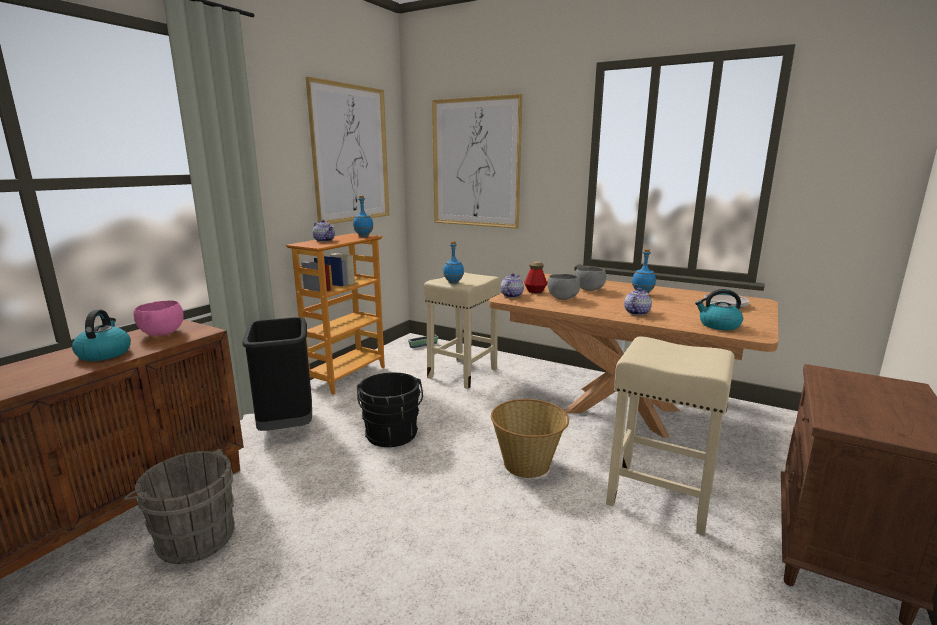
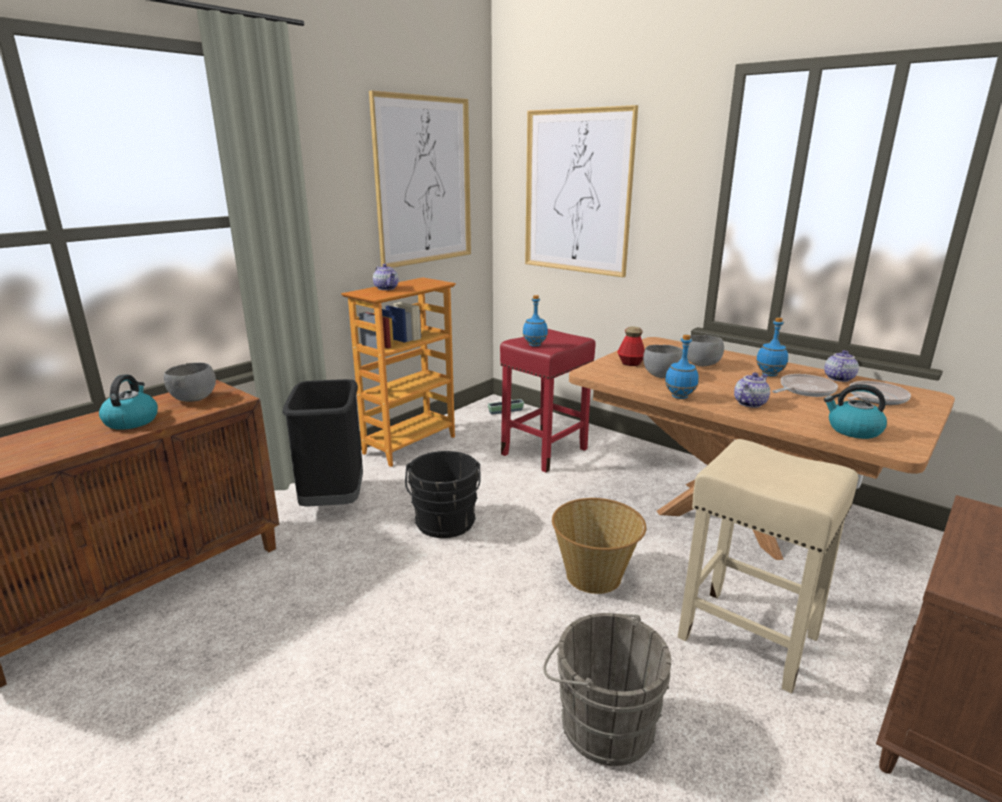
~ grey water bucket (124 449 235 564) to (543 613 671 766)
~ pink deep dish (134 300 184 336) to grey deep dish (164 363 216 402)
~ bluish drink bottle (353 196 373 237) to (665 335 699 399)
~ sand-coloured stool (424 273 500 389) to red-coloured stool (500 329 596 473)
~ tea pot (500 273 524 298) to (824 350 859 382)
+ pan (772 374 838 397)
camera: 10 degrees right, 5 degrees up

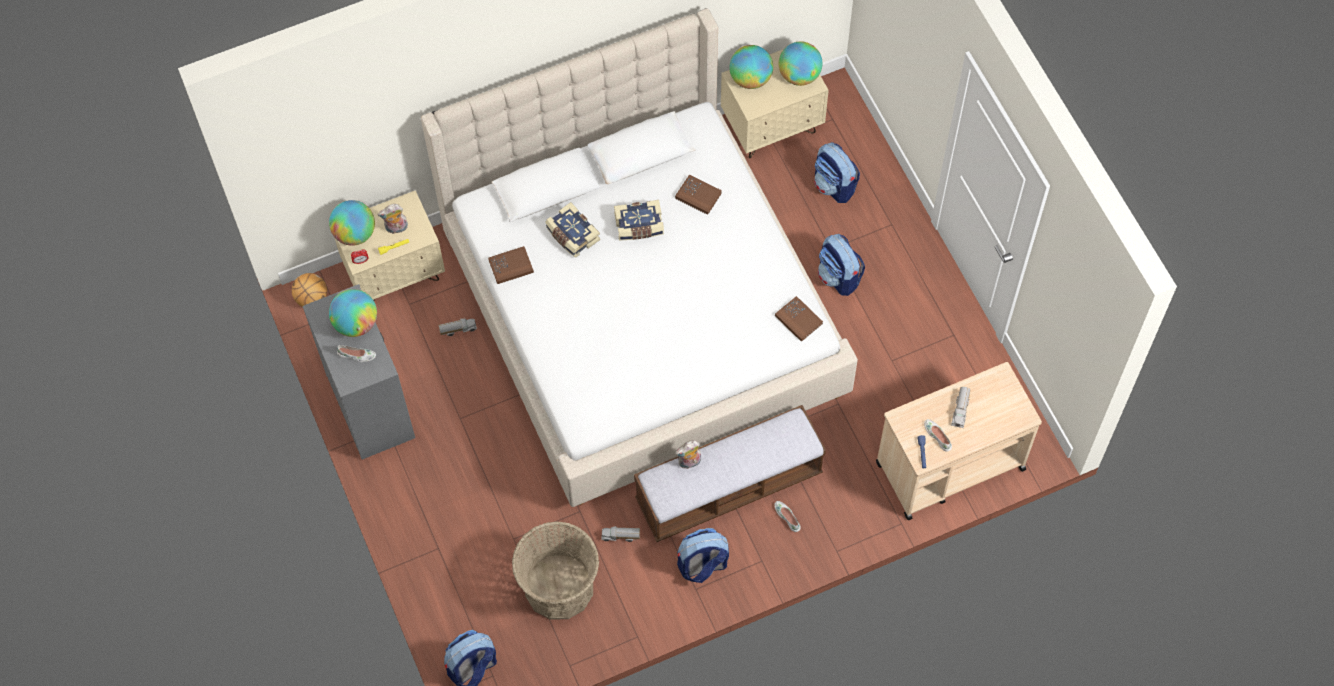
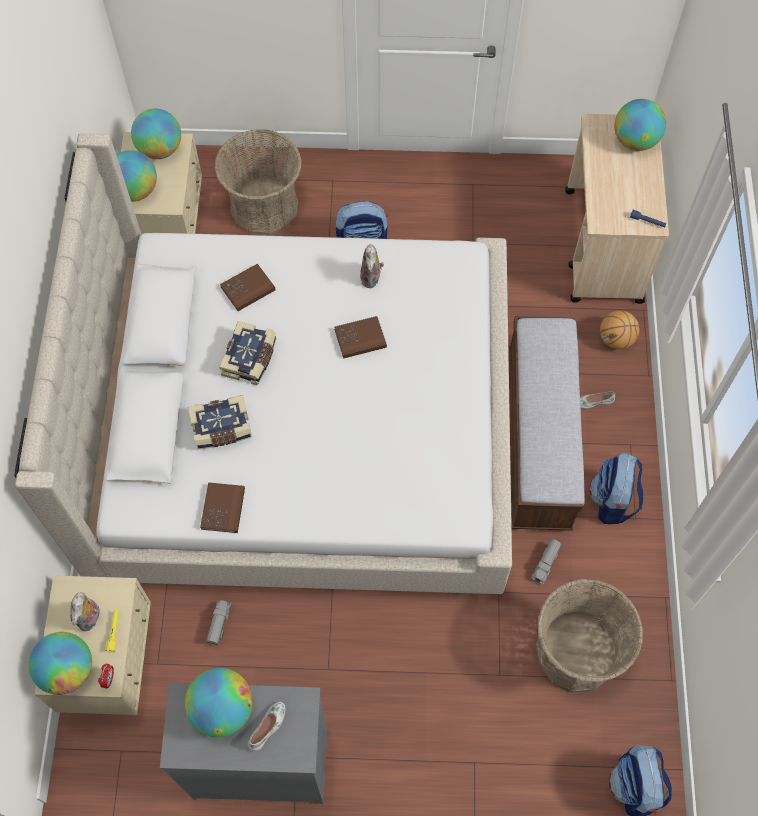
~ ball for basketball (292 273 327 307) to (600 310 639 349)
~ soft toy (675 440 701 469) to (360 244 384 288)
~ brown-coloured bound book (775 296 823 342) to (334 316 387 359)
~ knapsack (814 142 860 203) to household basket (215 129 302 235)
- white item of footwear (924 419 952 452)
- model truck (951 387 970 428)
+ world globe (614 99 666 151)
camera: 65 degrees left, 0 degrees up

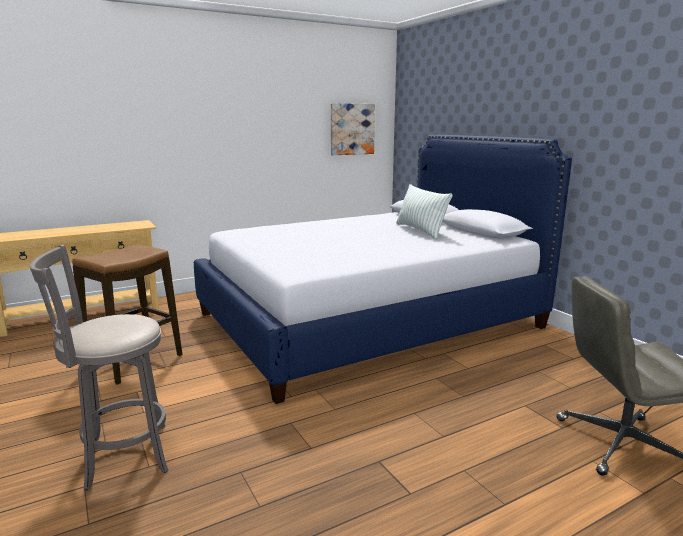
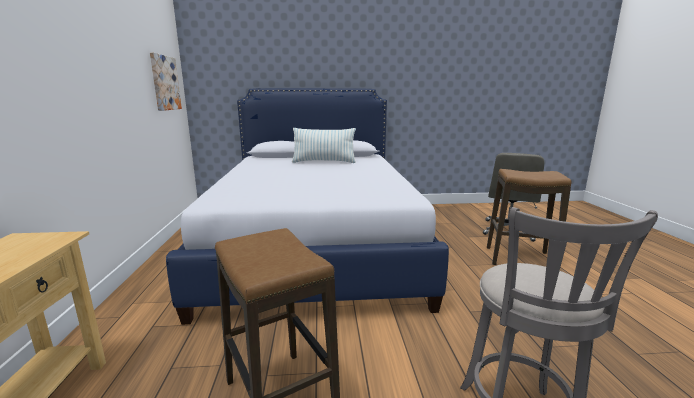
+ stool (487 169 572 265)
camera: 65 degrees left, 0 degrees up

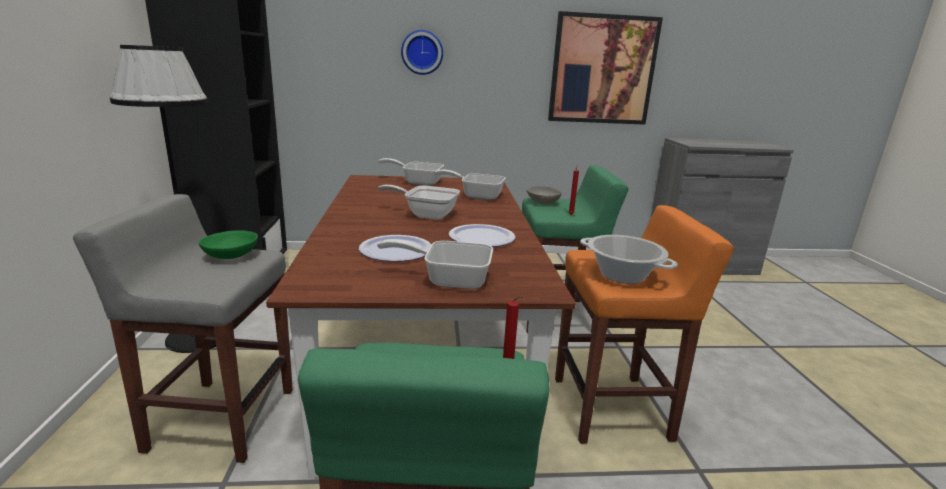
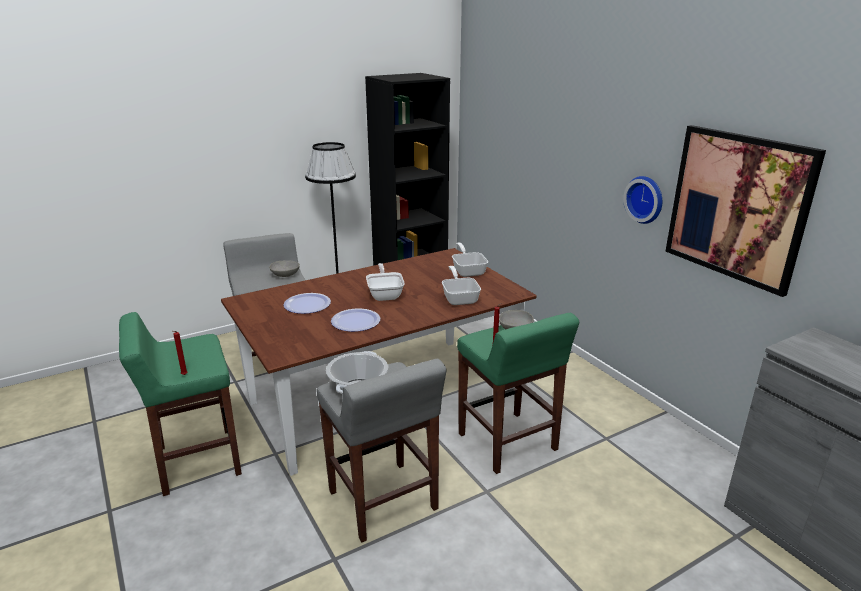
~ green deep dish (198 230 258 259) to grey deep dish (269 260 300 277)
- pan (377 239 493 289)
~ hanging clock (401 30 443 75) to (623 176 662 224)
~ orange-coloured stool (555 205 734 444) to grey stool (317 359 447 542)
camera: 65 degrees right, 5 degrees up

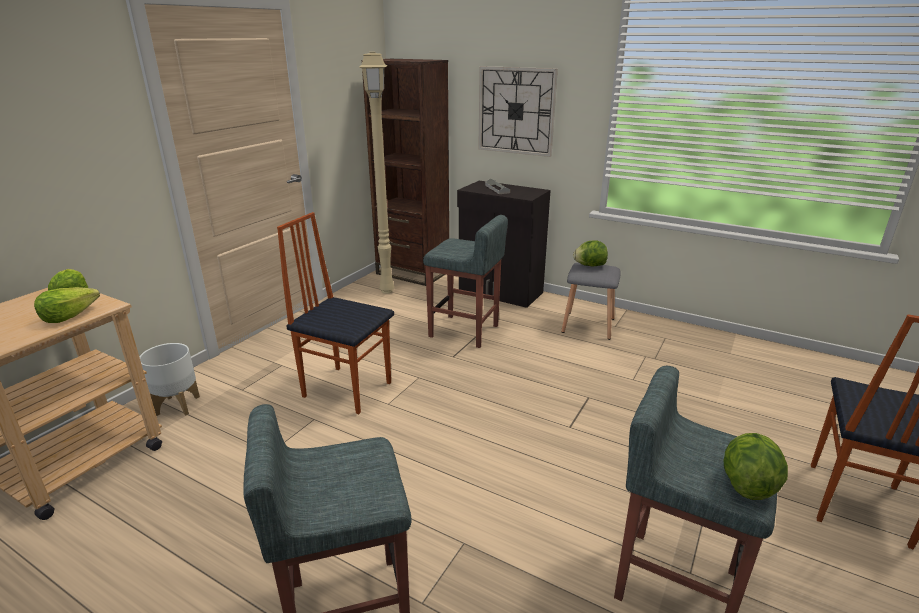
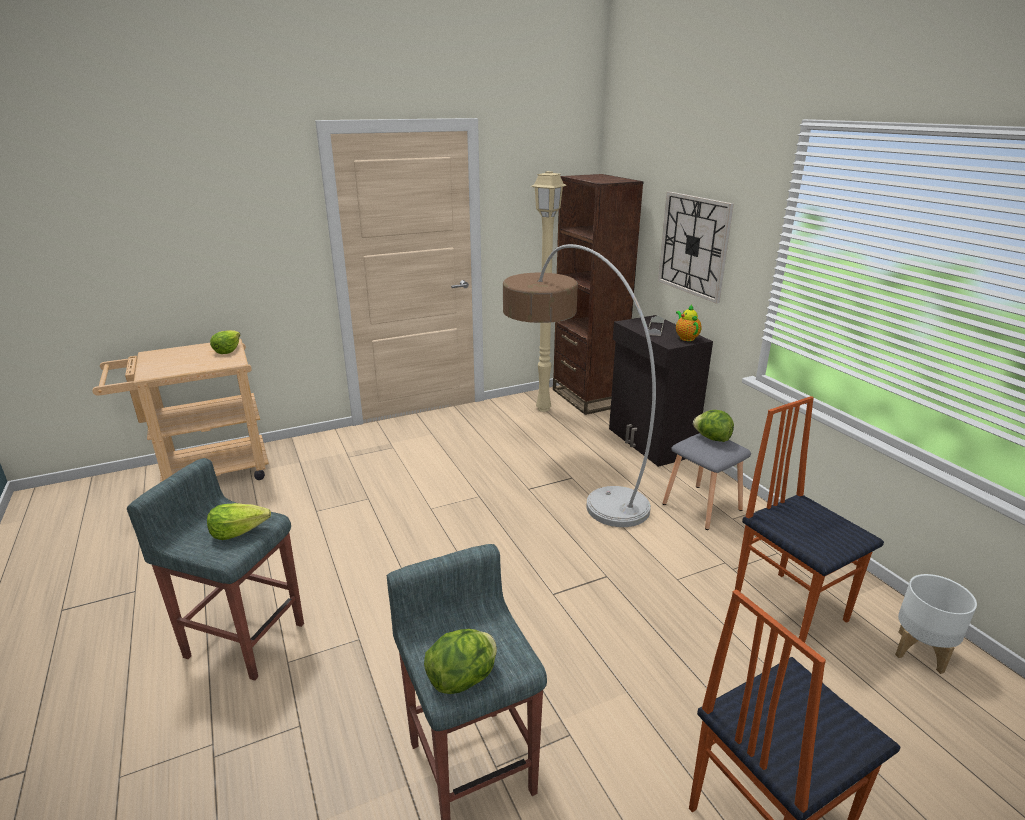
~ lettuce (34 287 100 323) to (207 503 271 540)
~ white flower pot (140 343 200 416) to (895 574 977 674)
~ upright chair (277 212 394 414) to (735 396 884 643)
~ grey stool (423 215 508 348) to floor lamp (503 244 656 527)
+ tea pot (676 305 702 341)
camera: 35 degrees right, 0 degrees up

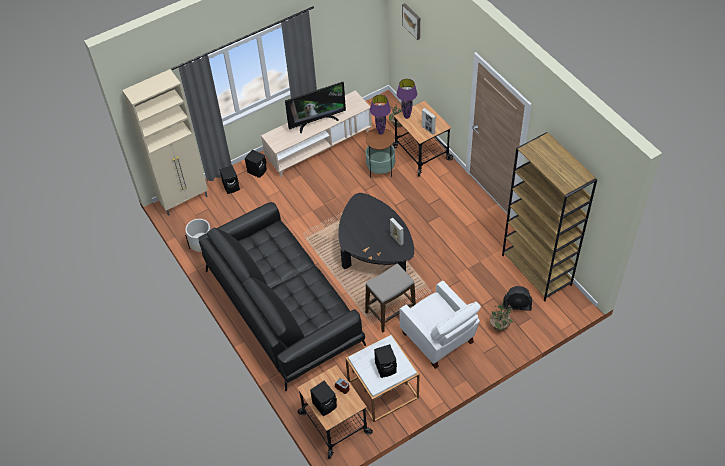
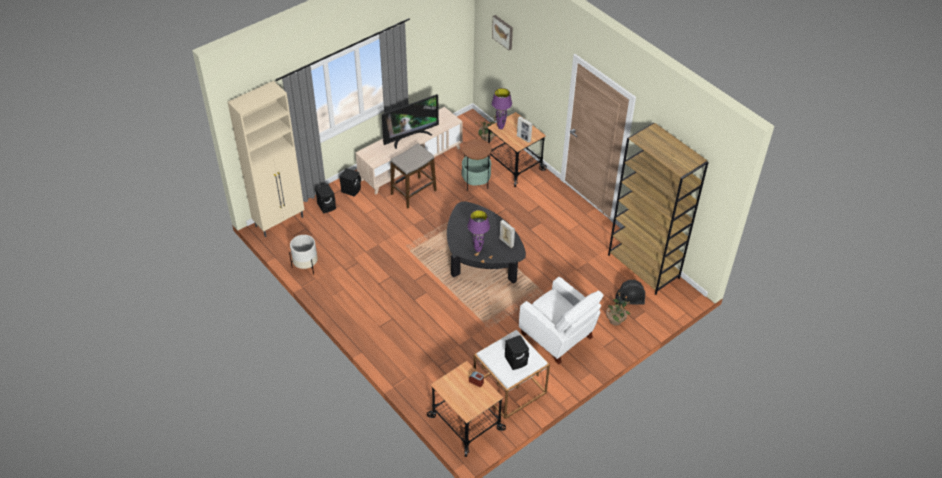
- black-coloured sofa (198 202 366 391)
- black-coloured speaker (310 381 337 416)
~ stool (365 264 416 333) to (391 143 437 208)
~ purple-coloured tabletop lamp (370 95 391 135) to (467 210 490 252)
camera: 10 degrees left, 5 degrees down

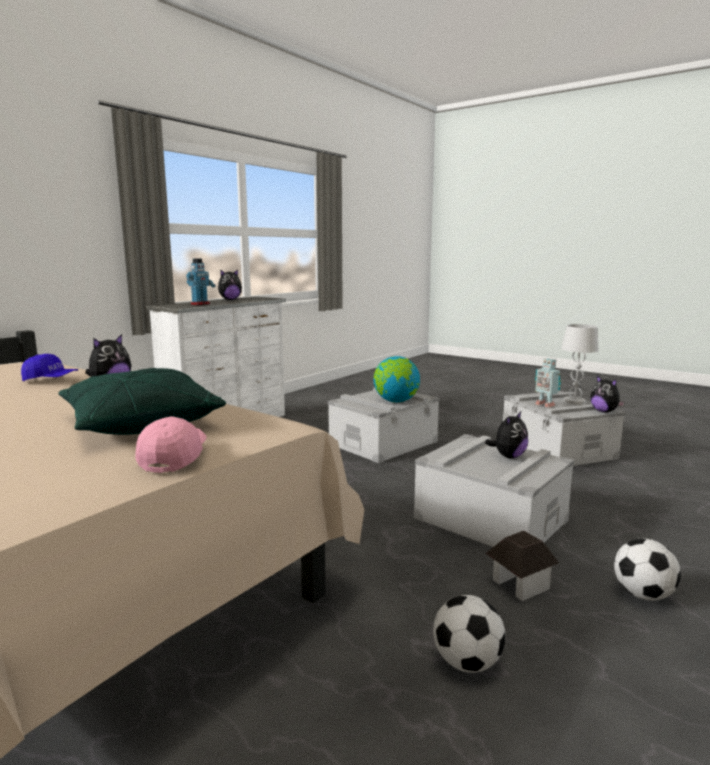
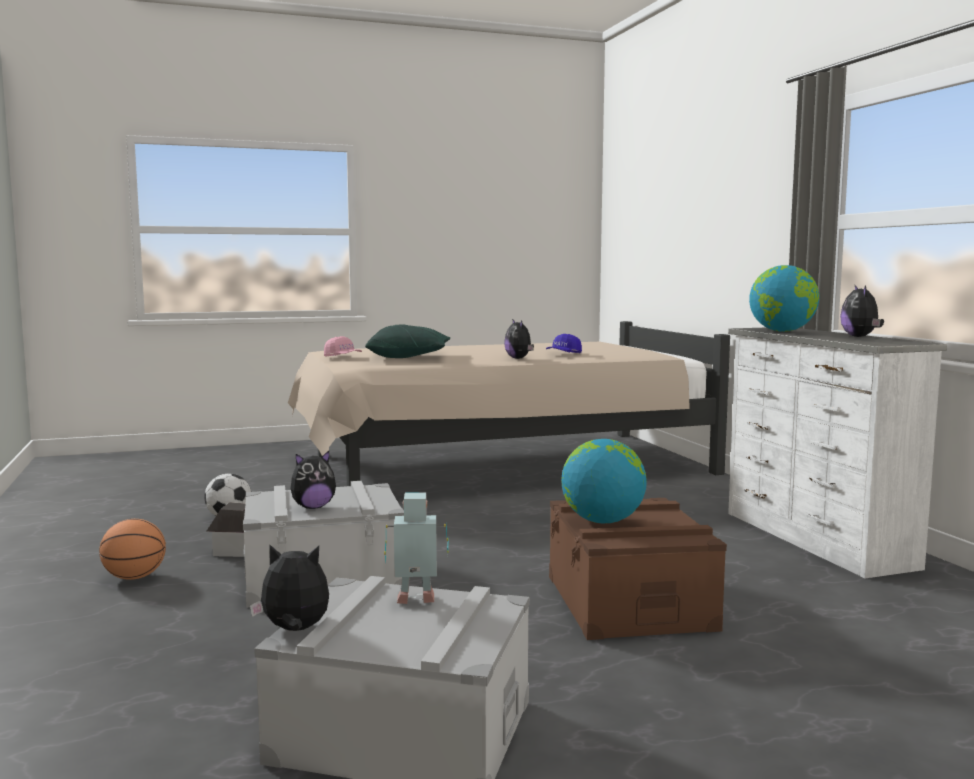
~ robot figure (186 258 216 305) to world globe (749 265 819 332)
~ grey storage box (328 387 439 463) to brown-coloured storage box (549 498 727 640)
~ soft toy (485 412 528 458) = (291 451 336 509) 105 degrees counterclockwise
- white tabletop lamp (561 324 599 404)
~ football ball (614 538 681 601) to ball for basketball (99 519 166 580)
camera: 125 degrees right, 5 degrees down

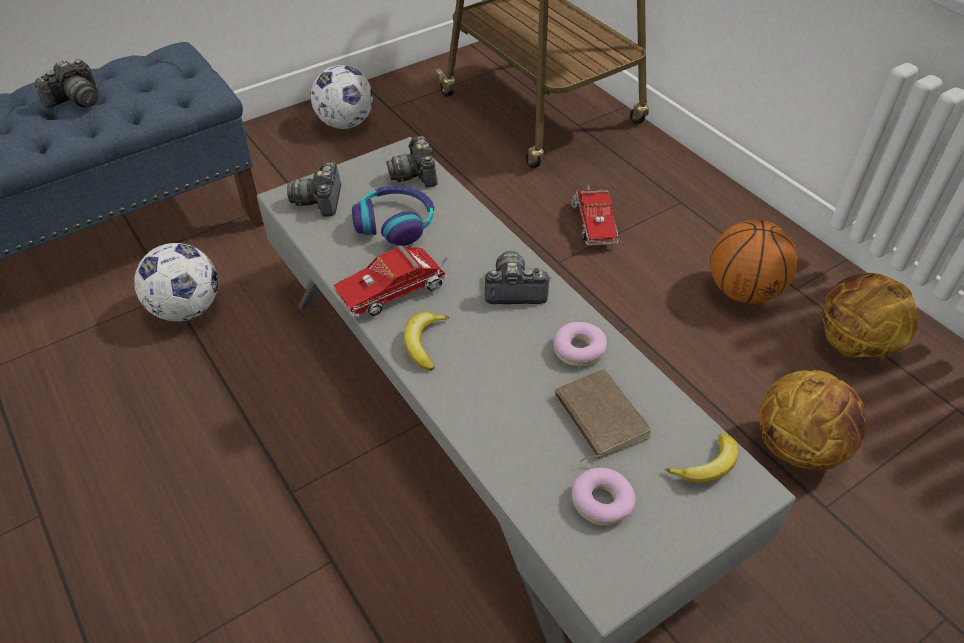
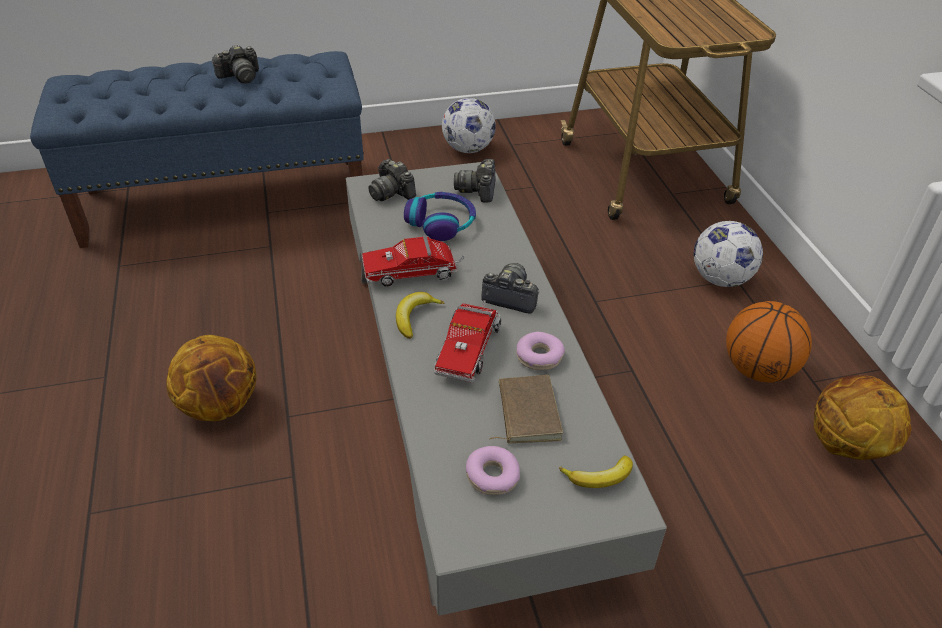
~ football ball (134 243 218 322) to (693 221 763 287)
~ photo camera (287 162 341 217) = (368 159 416 201) 60 degrees counterclockwise
~ model truck (572 185 619 246) to (433 300 501 383)
~ ball for basketball (759 370 867 470) to (166 335 257 421)
camera: 20 degrees right, 5 degrees down

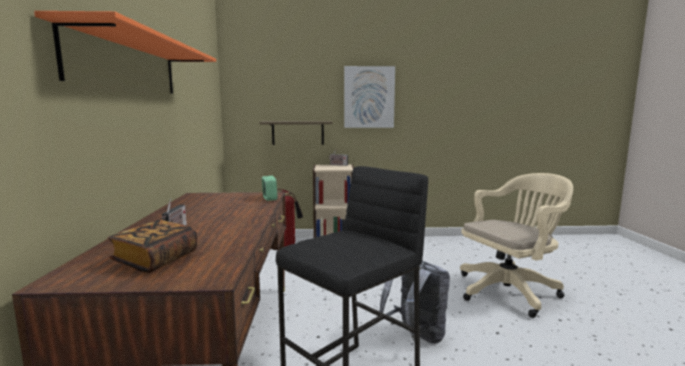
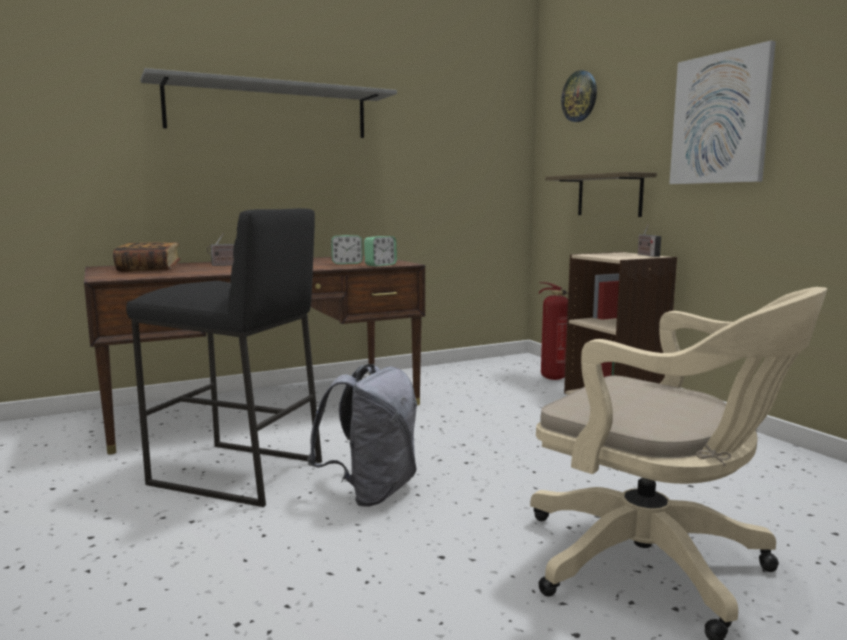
~ orange-coloured wall shelf (34 11 216 93) to grey wall shelf (140 68 397 138)
+ table clock (331 235 363 264)
+ hanging clock (561 70 597 122)
camera: 65 degrees right, 0 degrees up

